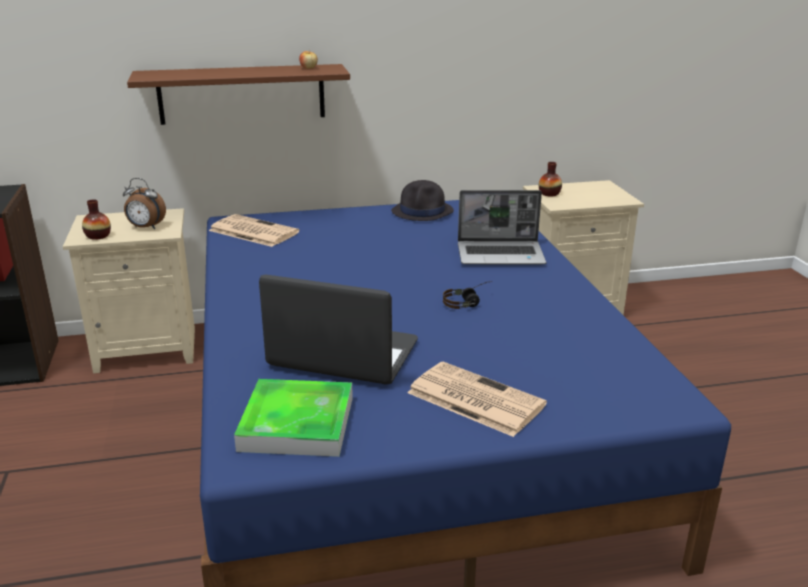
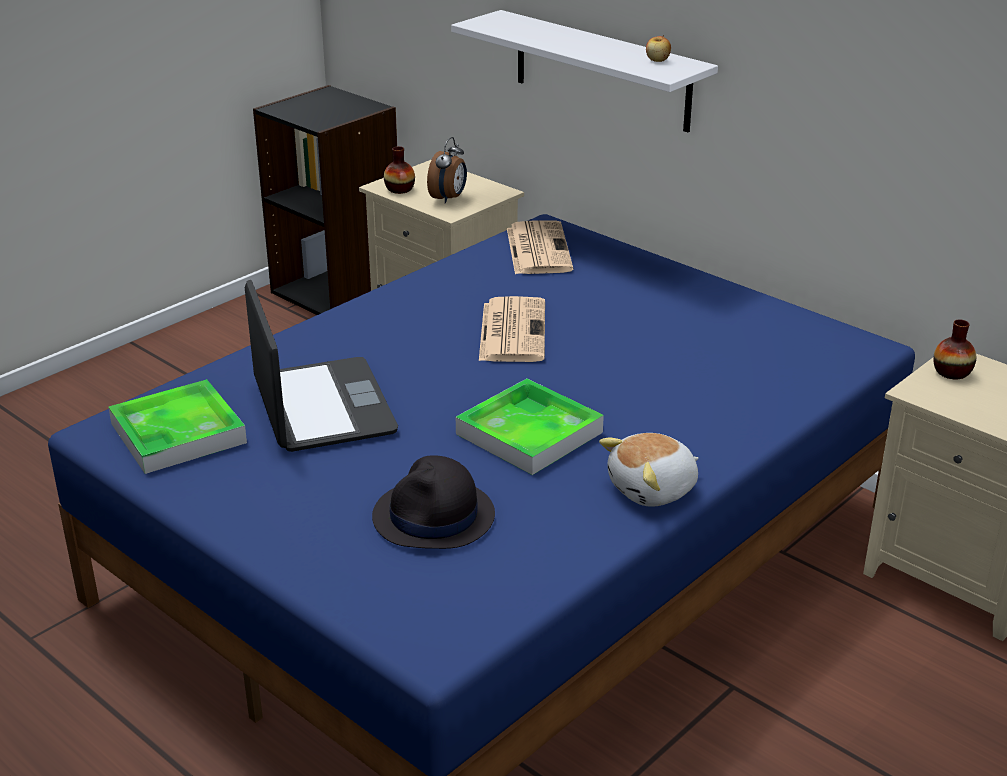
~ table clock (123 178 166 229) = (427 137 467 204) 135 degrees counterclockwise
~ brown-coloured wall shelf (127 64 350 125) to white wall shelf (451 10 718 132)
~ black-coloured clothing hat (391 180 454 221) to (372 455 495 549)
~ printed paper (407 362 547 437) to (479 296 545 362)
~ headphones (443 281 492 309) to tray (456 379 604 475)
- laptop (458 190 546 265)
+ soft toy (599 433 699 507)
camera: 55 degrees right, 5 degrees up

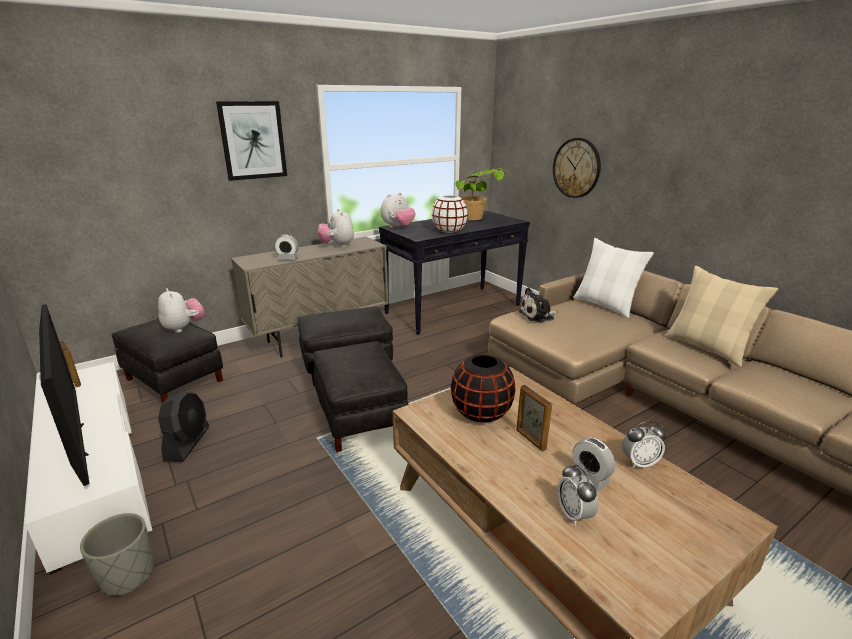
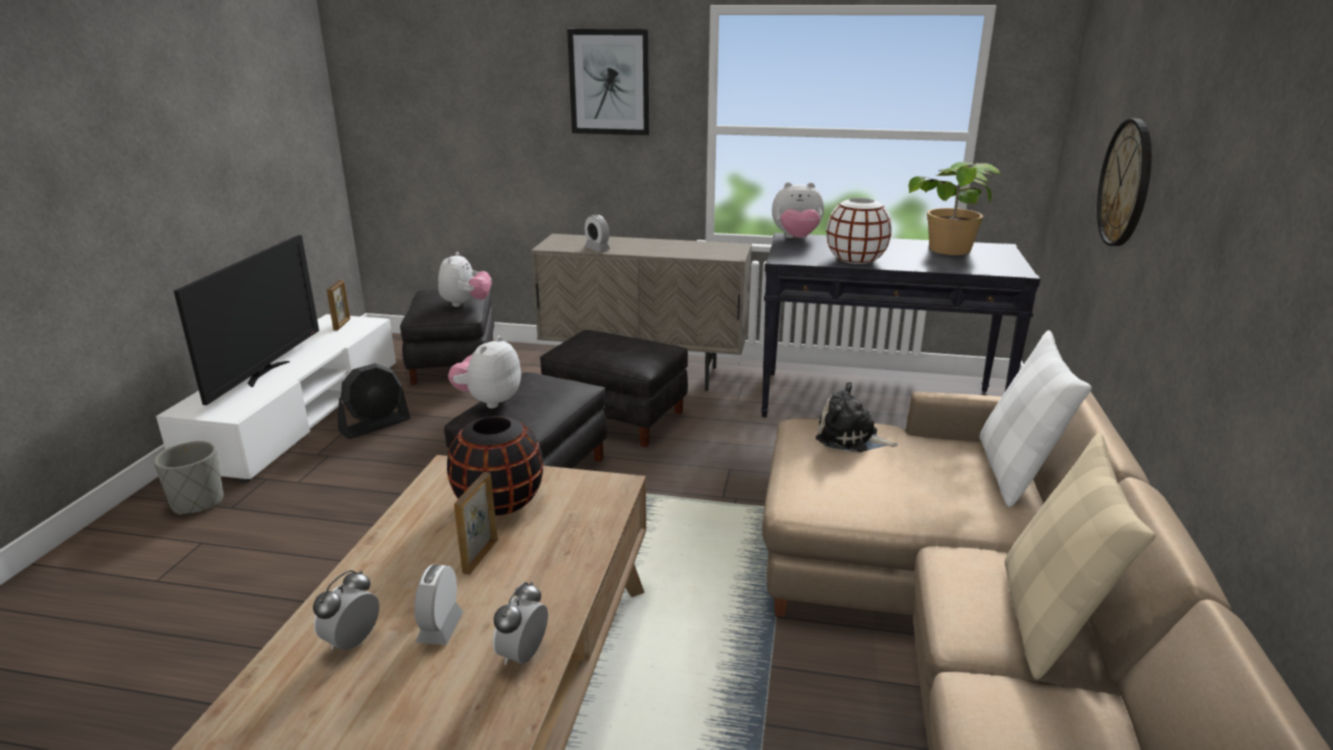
~ soft toy (318 209 354 247) to (448 336 521 408)
~ table clock (622 421 666 468) = (493 582 548 665) 75 degrees clockwise
camera: 45 degrees right, 0 degrees up

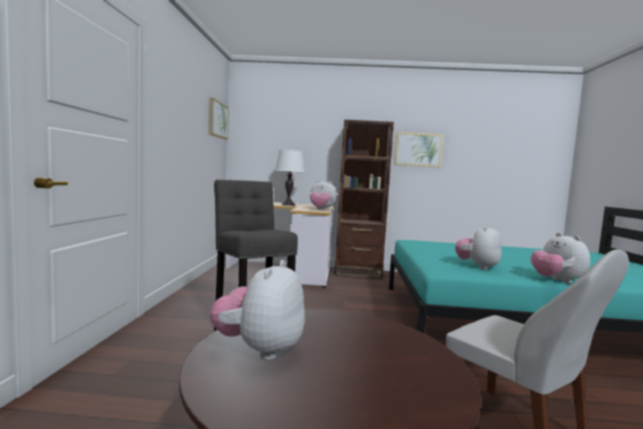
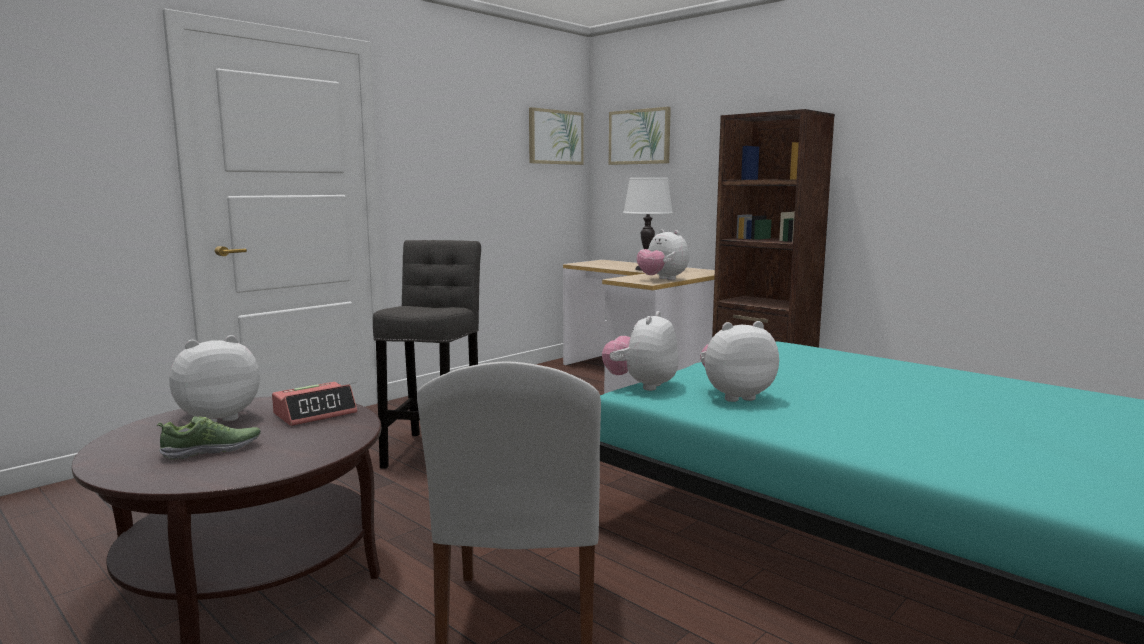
~ wall picture (395 132 443 167) to (609 107 671 165)
~ soft toy (531 233 590 284) to (602 311 679 391)
+ item of footwear (157 416 261 460)
+ table clock (272 382 357 426)
camera: 40 degrees right, 5 degrees up

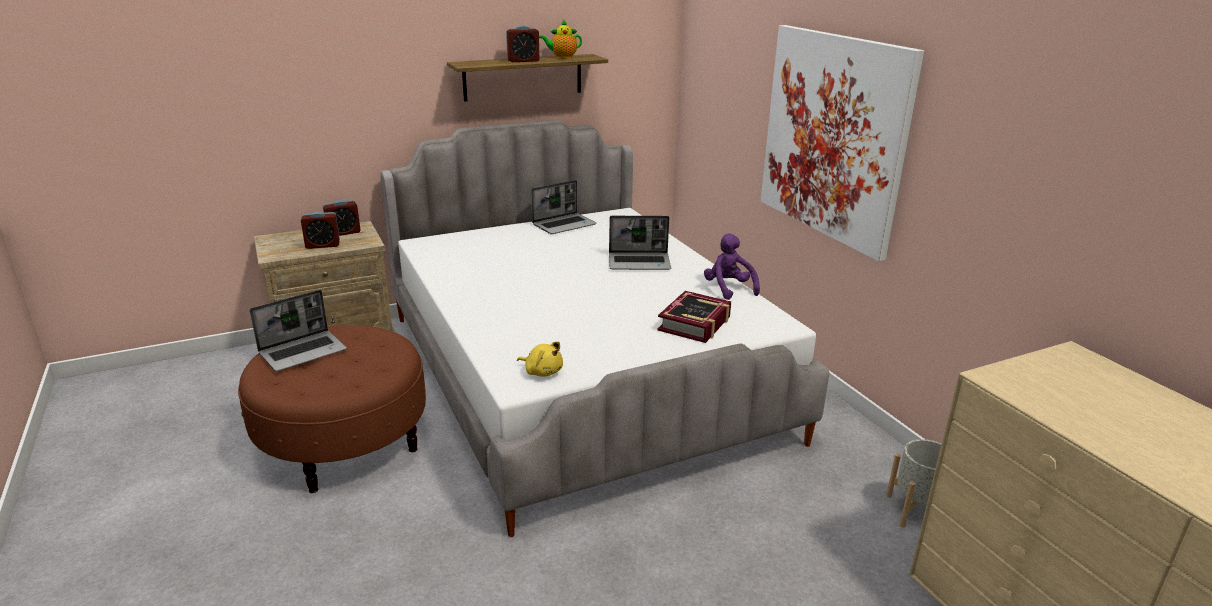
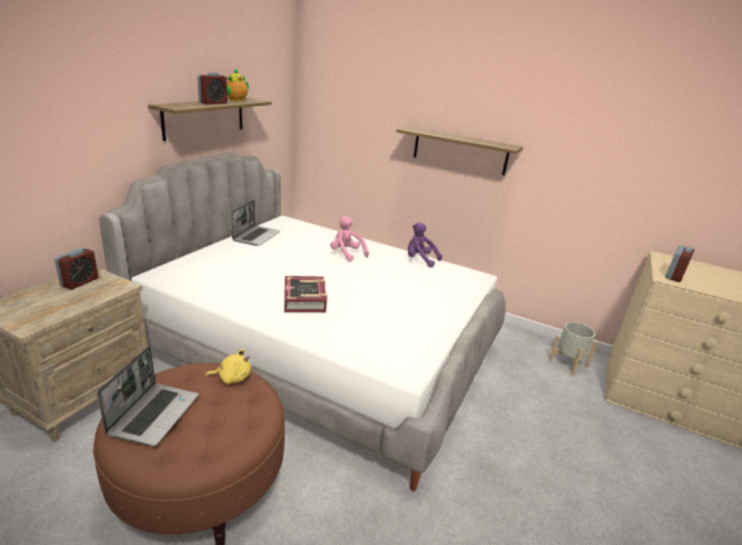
~ table clock (301 211 340 249) to (665 245 694 282)
~ yellow-coloured soft toy (517 341 563 377) to (205 349 251 384)
~ laptop (609 216 671 270) to pink soft toy (330 216 369 262)
~ bound book (657 291 731 343) to (284 276 327 313)
~ wall picture (761 25 924 261) to wall shelf (396 127 523 175)
camera: 40 degrees left, 0 degrees up

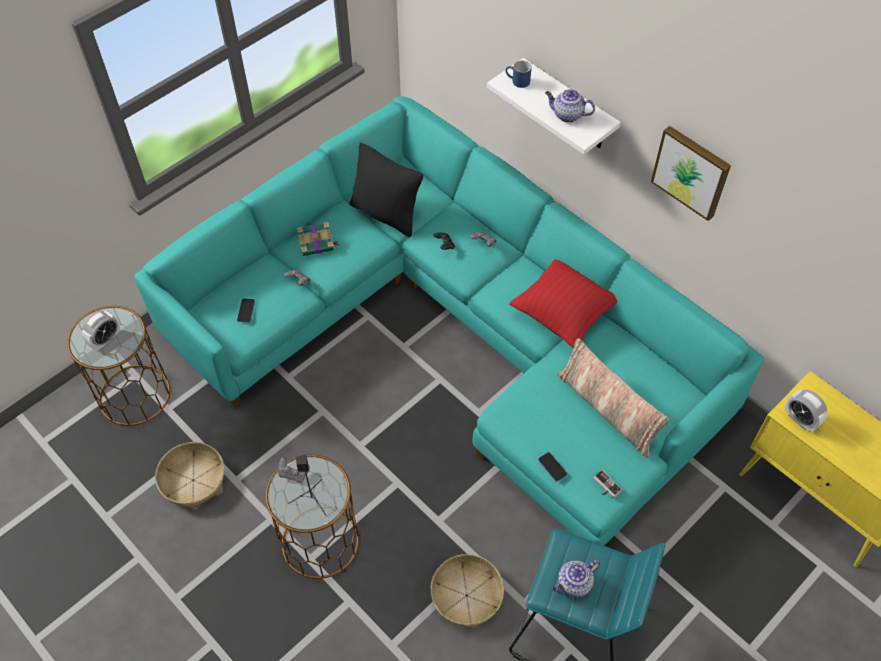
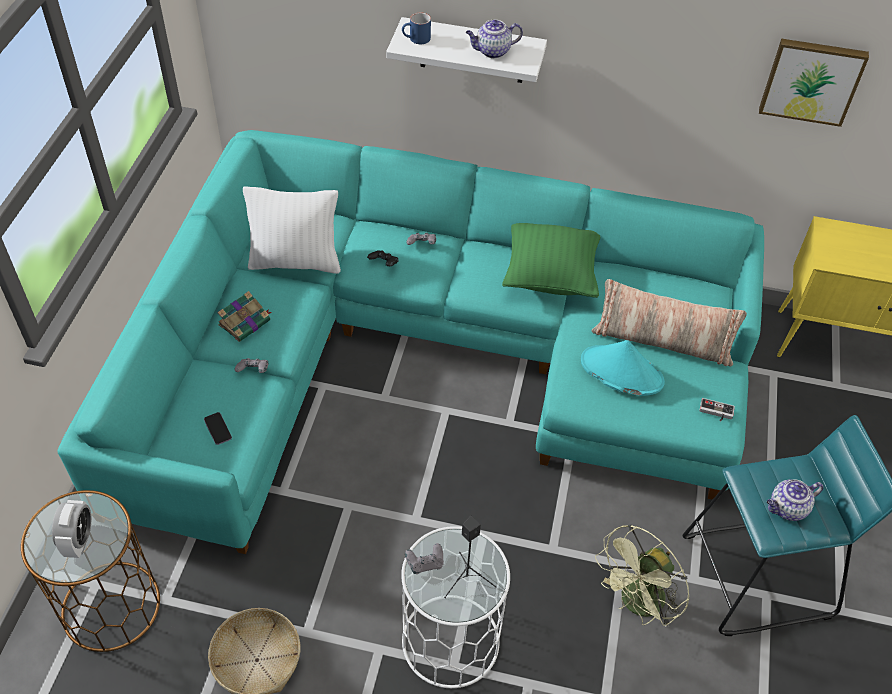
~ brown-coloured end table (266 455 359 579) to white end table (401 526 510 688)
~ black-coloured cushion (350 142 423 237) to white cushion (243 187 341 274)
~ household basket (431 554 504 629) to green electric fan (595 524 690 627)
~ red-coloured cushion (509 259 617 348) to green cushion (502 223 600 298)
- phone (538 452 567 482)
~ tea pot (553 560 600 598) = (767 479 823 521) 45 degrees clockwise
~ wall picture (651 126 731 221) to (759 39 869 127)
- table clock (785 389 828 433)
+ turquoise-coloured clothing hat (581 340 665 396)
camera: 35 degrees left, 5 degrees down

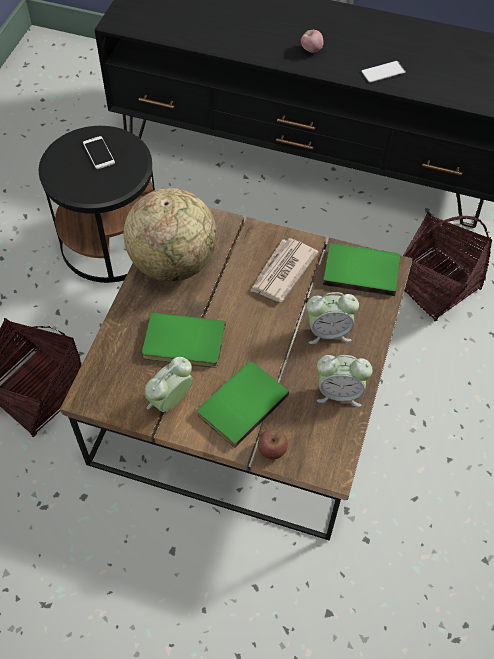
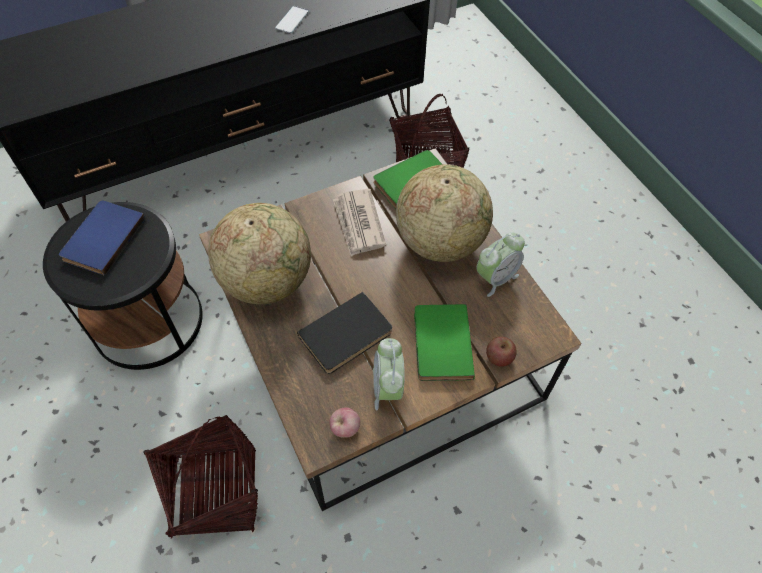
~ phone (83 136 115 169) to bluish bound book (59 201 146 276)
~ green bound book (142 312 225 368) to black-coloured bound book (297 292 392 374)
~ apple fruit (301 30 324 53) to (329 408 360 438)
~ table clock (306 292 359 344) to world globe (396 164 493 262)
camera: 45 degrees left, 0 degrees up

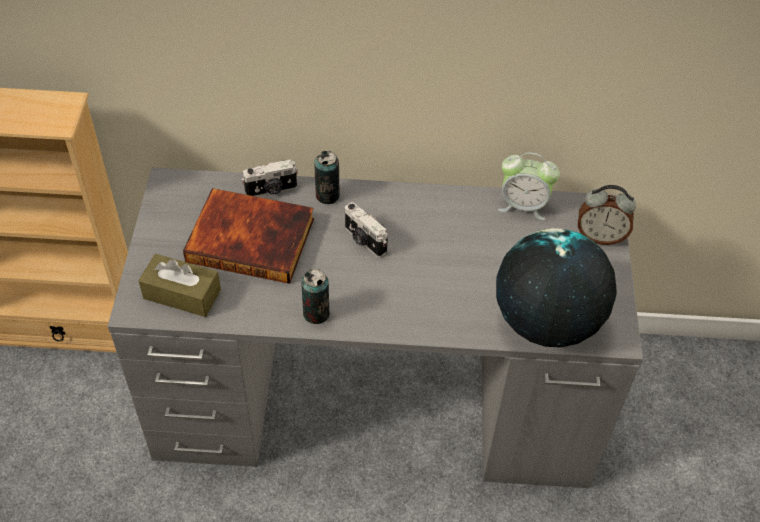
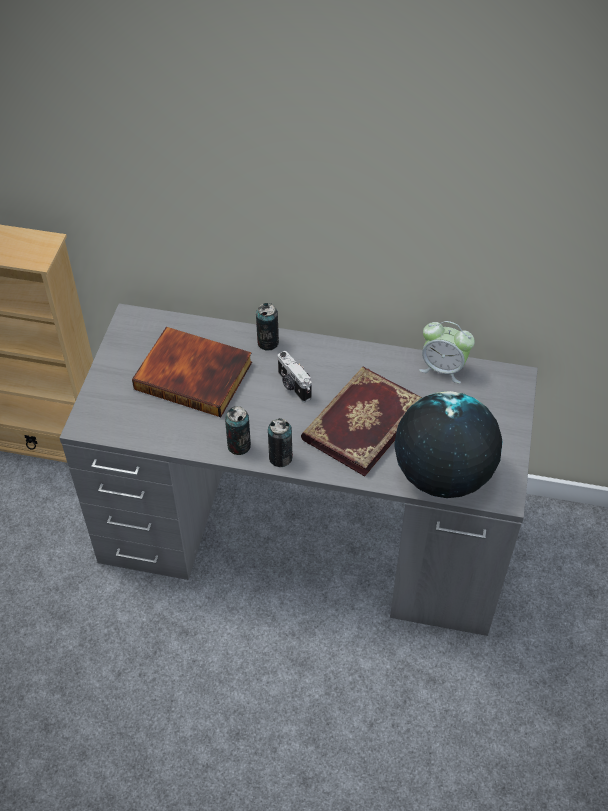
- brown-coloured box of tissues (138 254 221 317)
- photo camera (241 159 298 197)
- table clock (578 185 636 245)
+ sealed can (268 418 293 467)
+ bound book (301 367 422 477)
camera: 10 degrees right, 0 degrees up

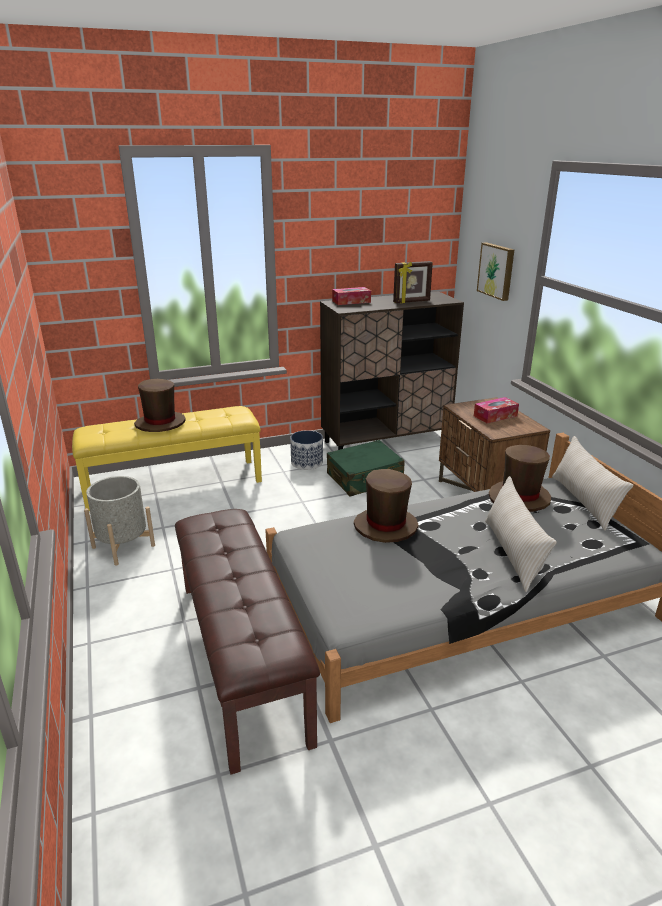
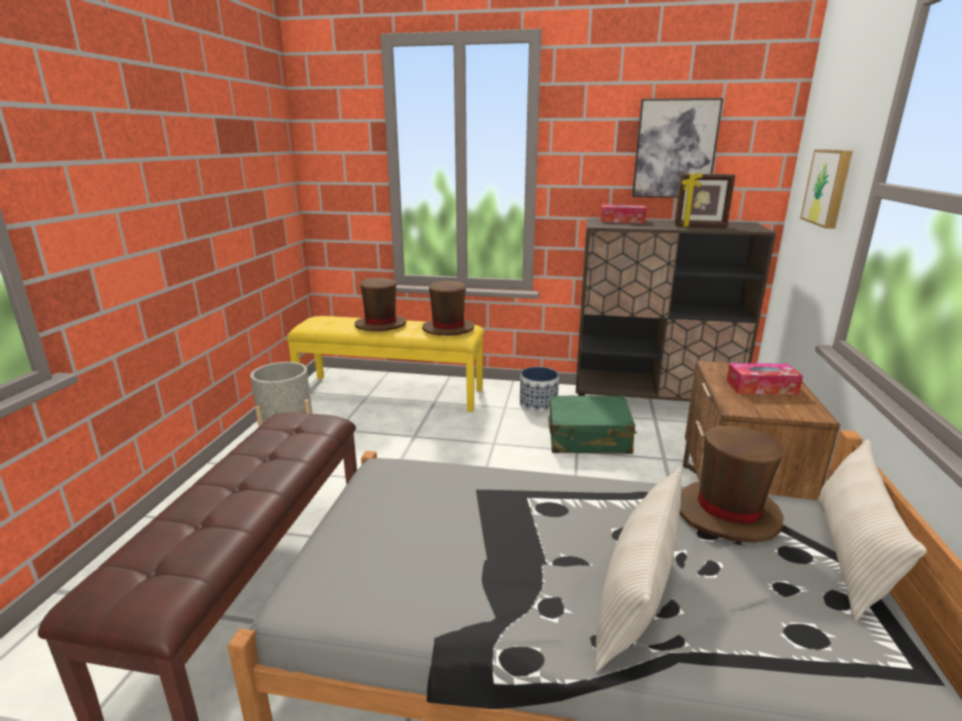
~ brown-coloured clothing hat (354 469 418 543) to (422 280 474 336)
+ wall picture (632 98 723 198)
camera: 30 degrees right, 5 degrees down

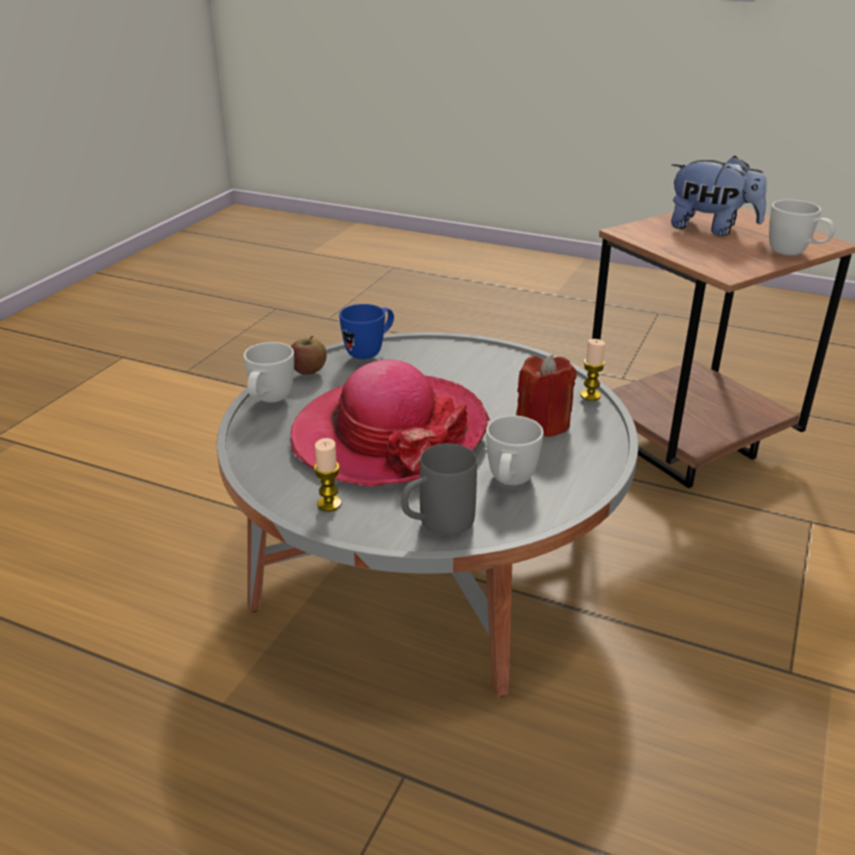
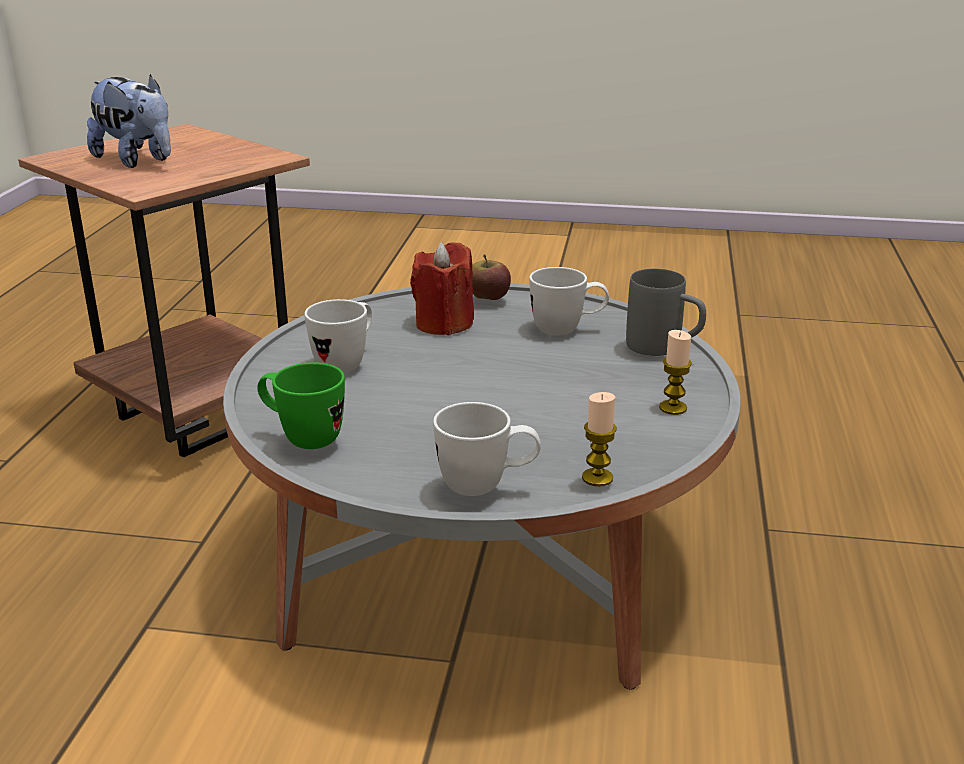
~ apple fruit (291 336 327 375) to (472 255 511 300)
- clothing hat (291 360 490 487)
~ bluish coffee mug (339 304 394 359) to green coffee mug (257 362 345 449)
~ candle (580 339 605 401) to (582 392 617 487)
~ soft toy (671 156 767 236) = (87 74 171 168) 120 degrees clockwise
~ white coffee mug (769 200 835 255) to (304 299 372 373)
camera: 105 degrees left, 5 degrees down

